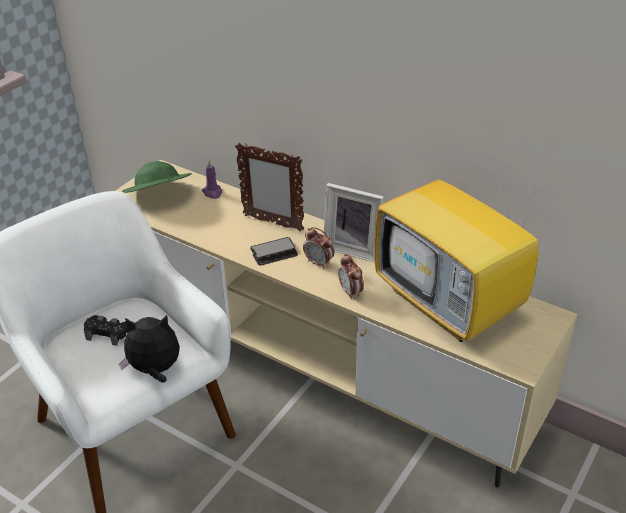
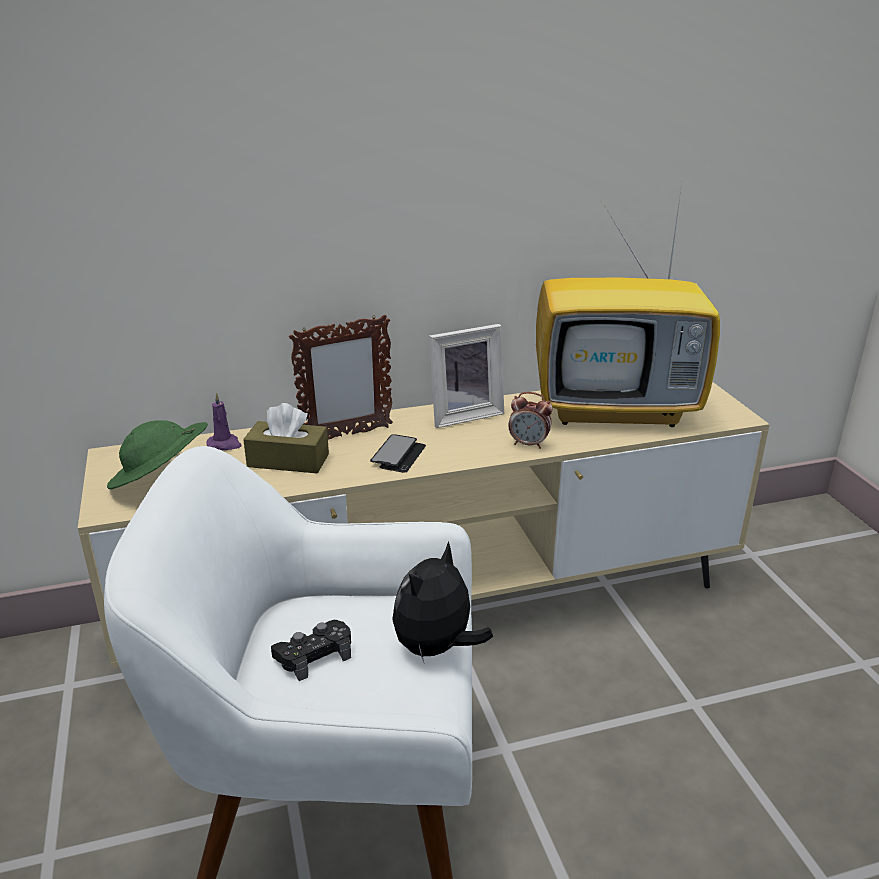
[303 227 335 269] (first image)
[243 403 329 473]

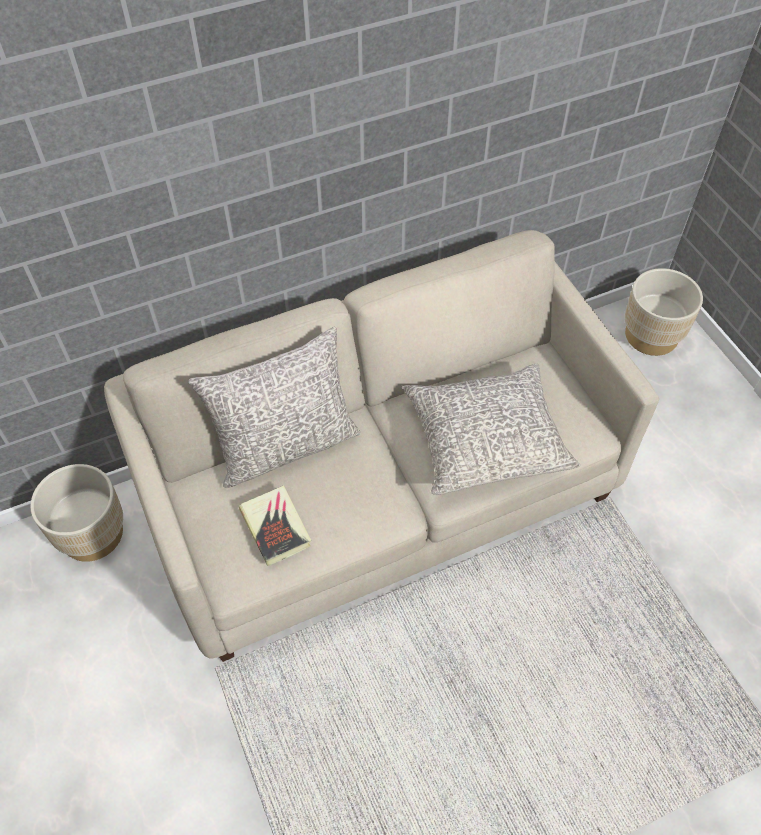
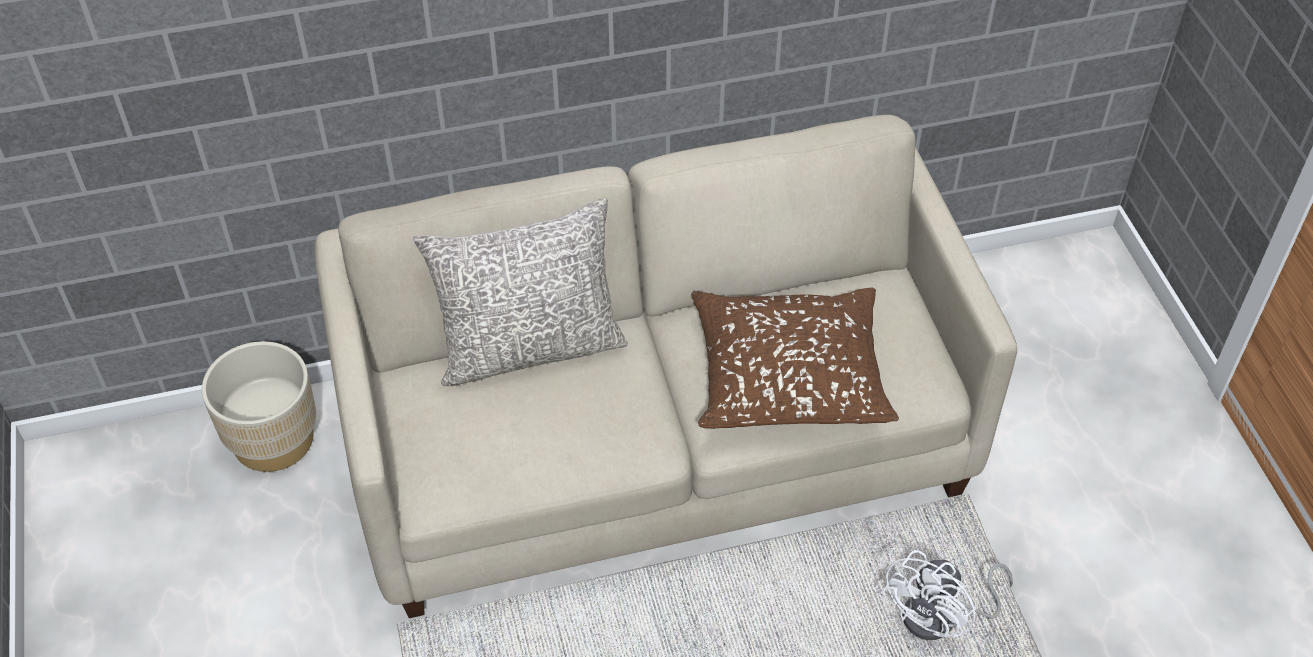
[239 485 311 566] (first image)
[691 288 899 429]
[625 268 703 356] (first image)
[881 550 1013 640]

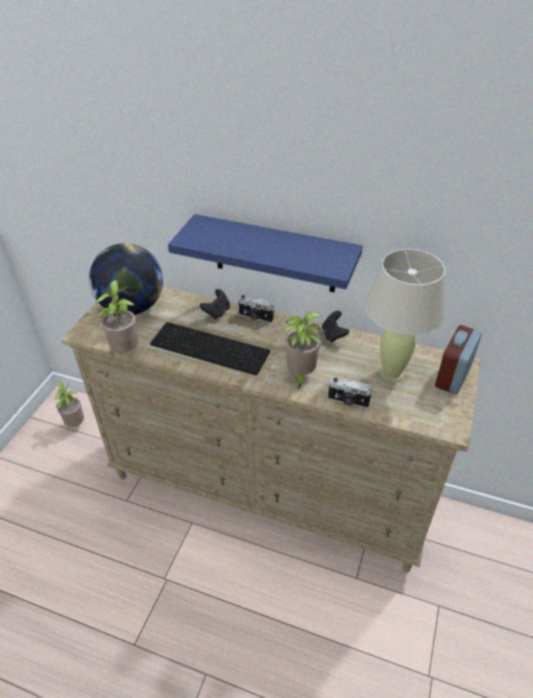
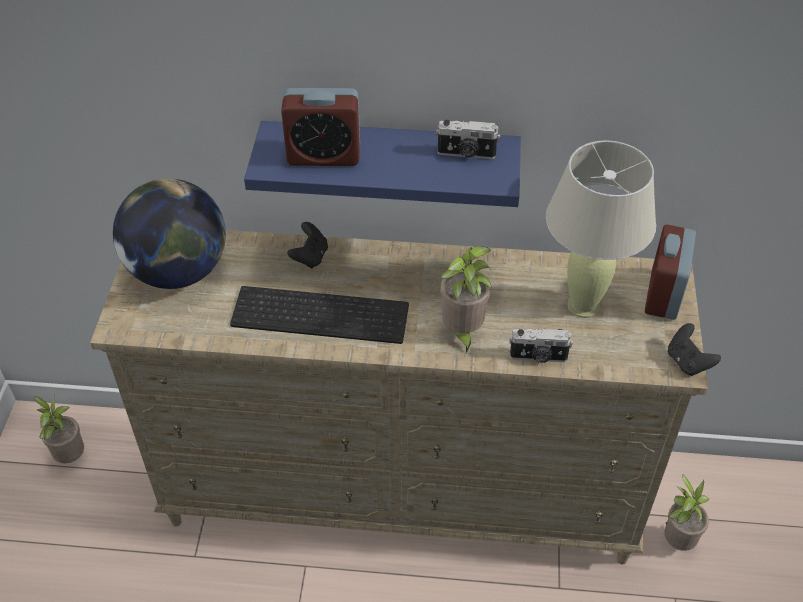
[664 474 709 551]
[436 120 500 159]
[668 323 721 376]
[281 88 360 166]

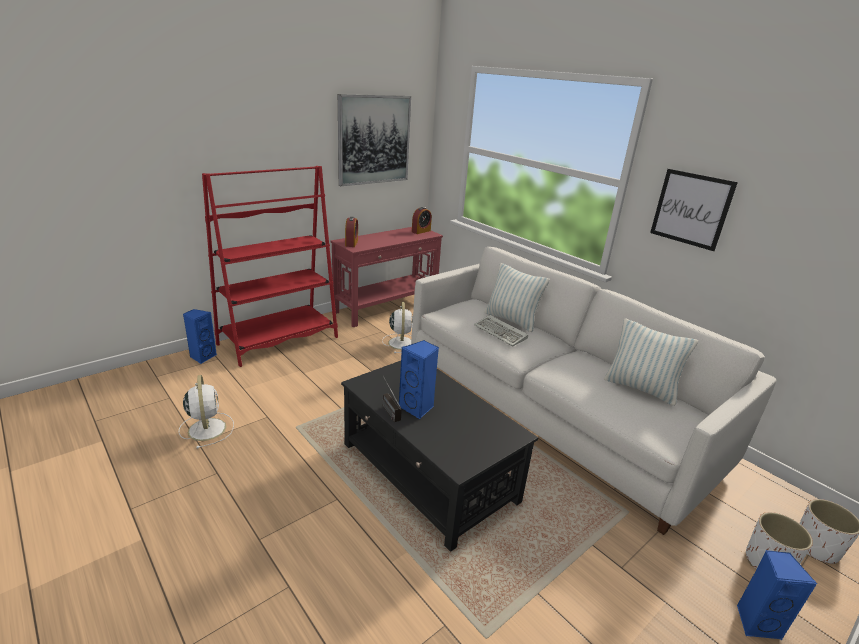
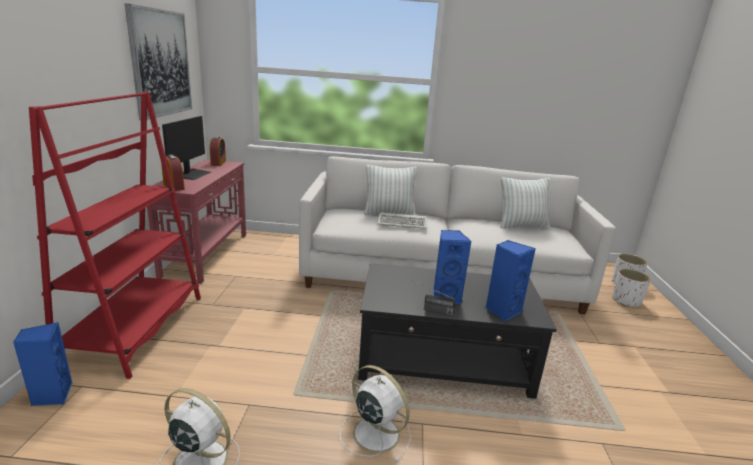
[339 365 411 462]
[650 169 738 251] (first image)
[486 240 536 322]
[162 116 211 180]

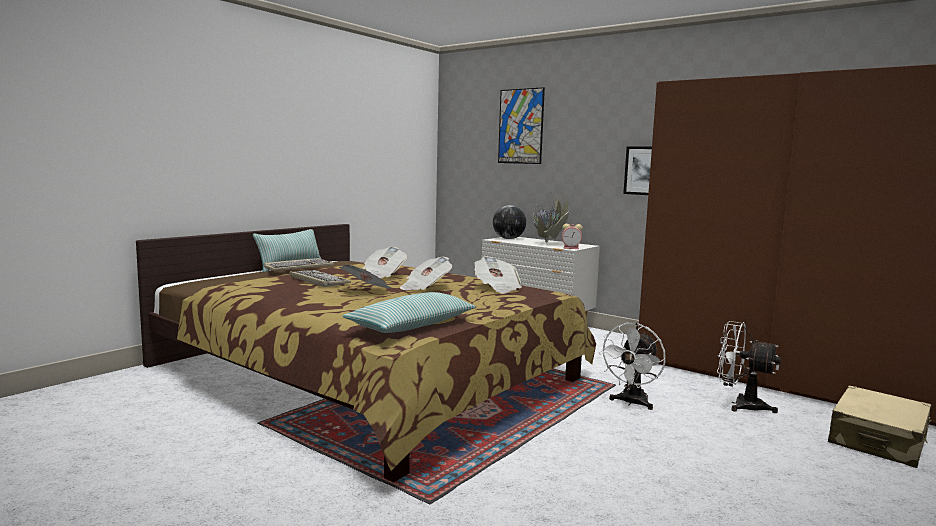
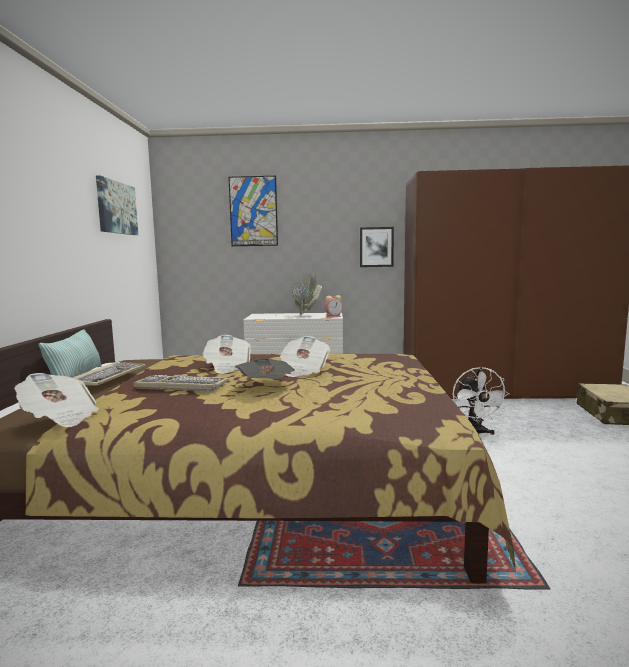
[343 292 476 333] (first image)
[14 373 99 427]
[493 205 526 239] (first image)
[717 321 781 413] (first image)
[96 175 138 235]

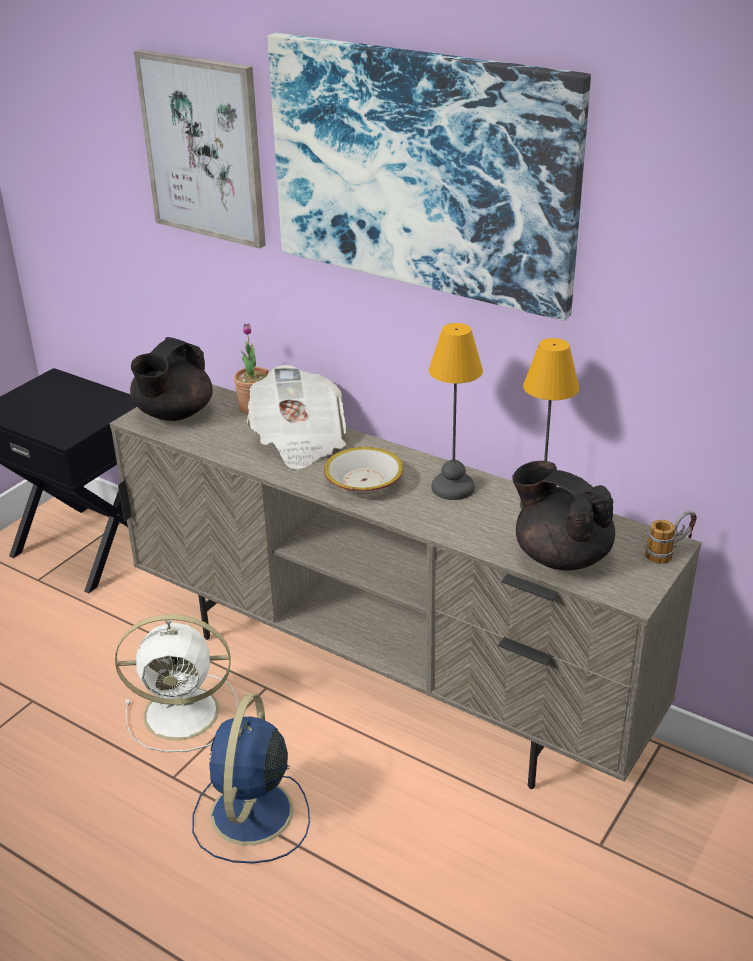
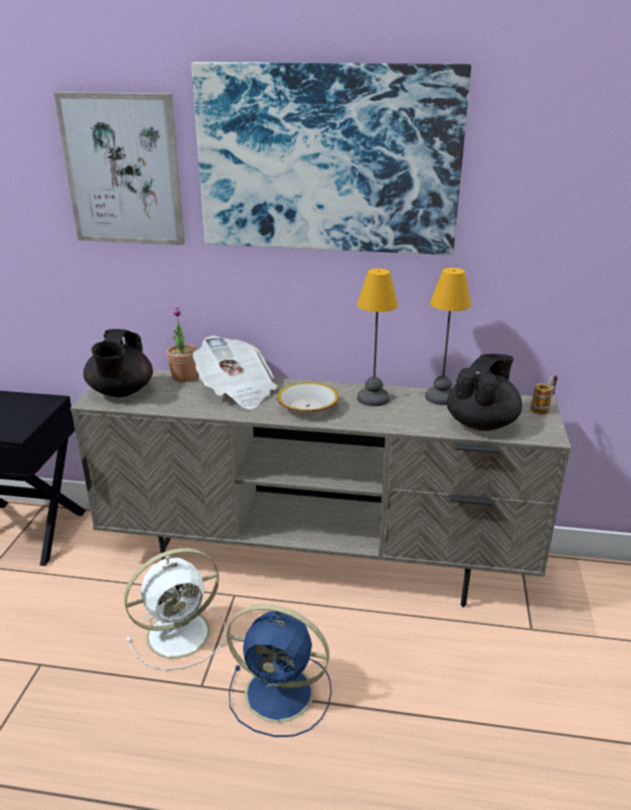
[227 604 332 737]
[447 354 522 431]

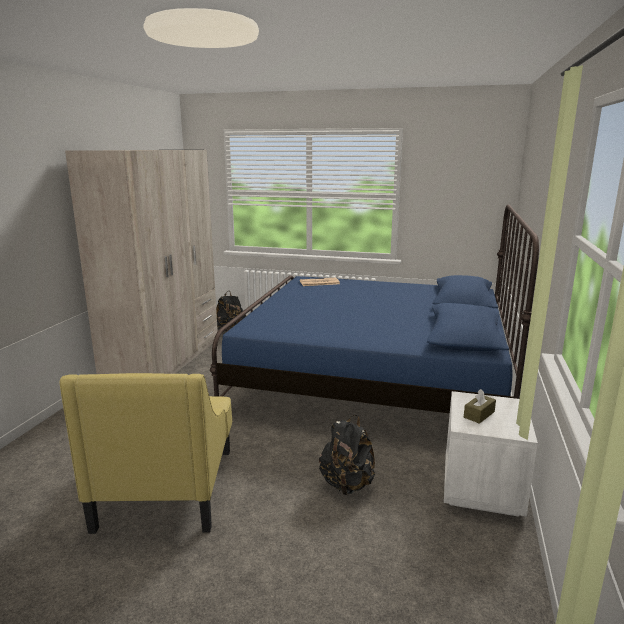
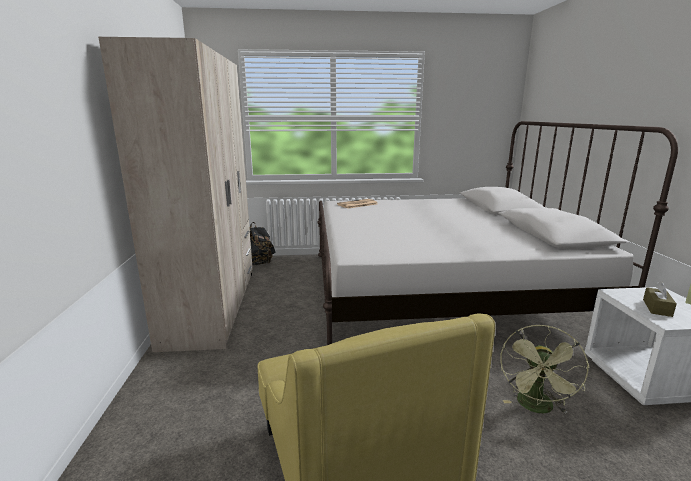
[317 121 678 345]
[501 325 590 414]

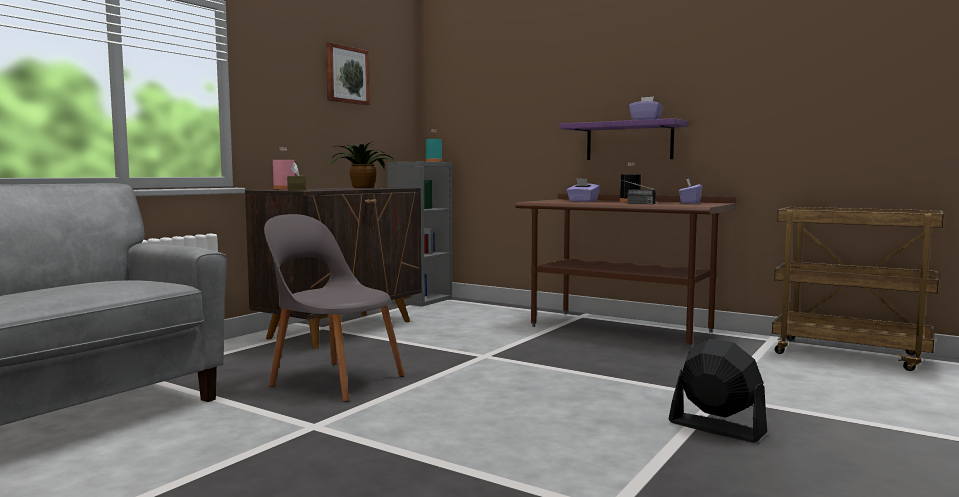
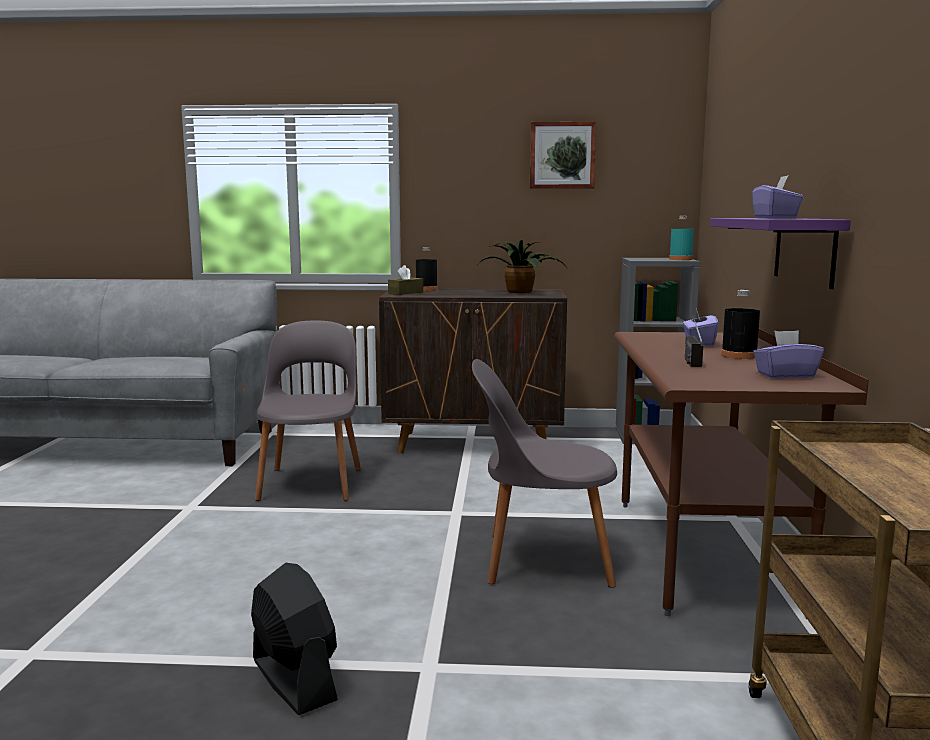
[416 247 438 291]
[251 563 338 715]
[472 359 617 588]

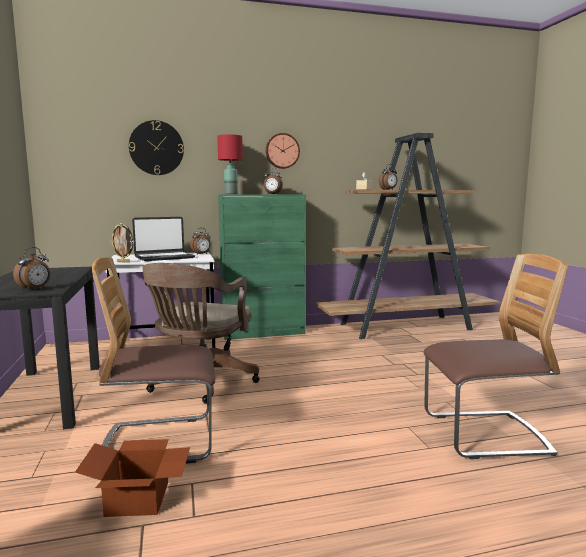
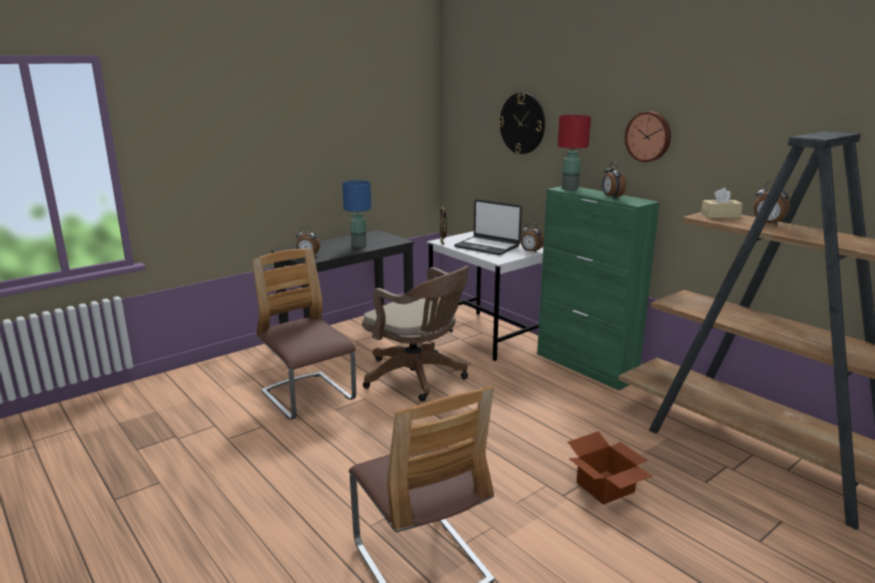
[568 431 653 505]
[362 266 469 402]
[342 180 371 247]

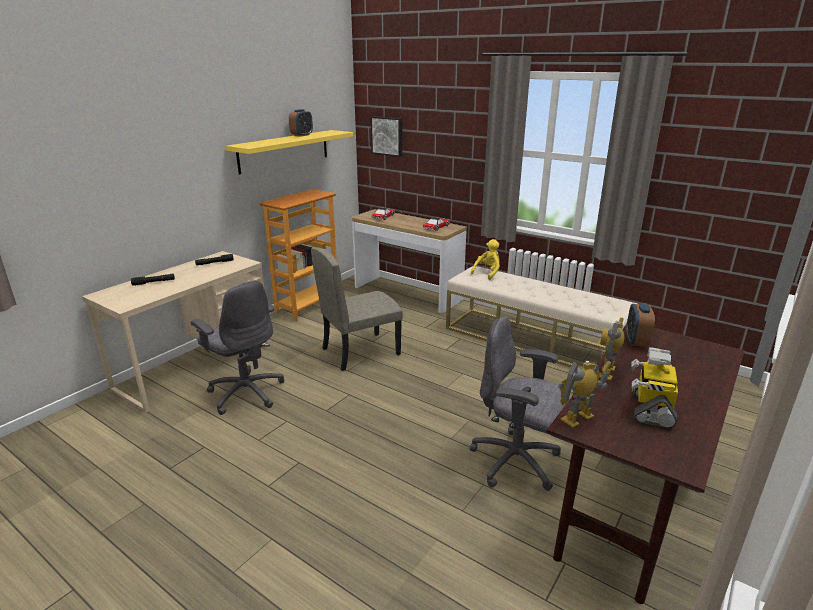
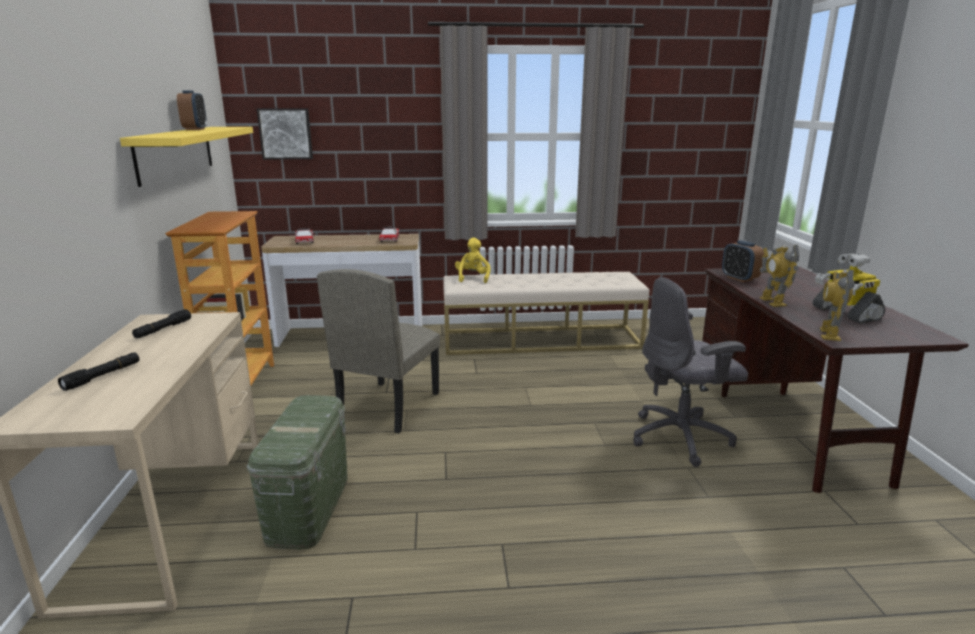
[247 395 348 549]

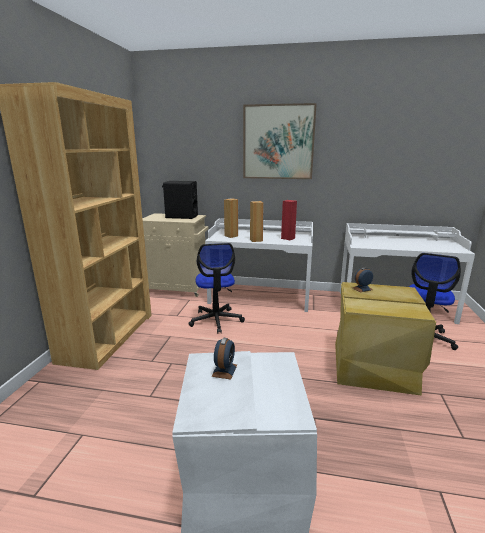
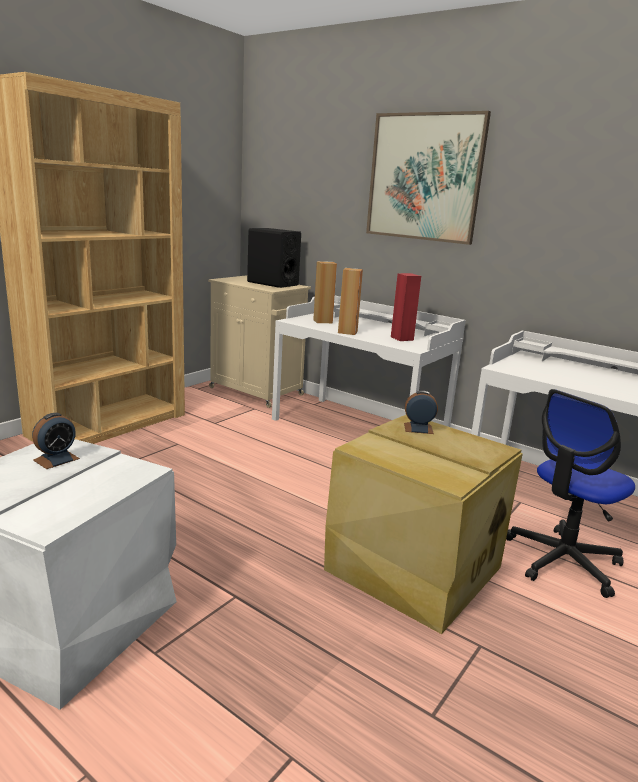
[188 243 245 333] (first image)

